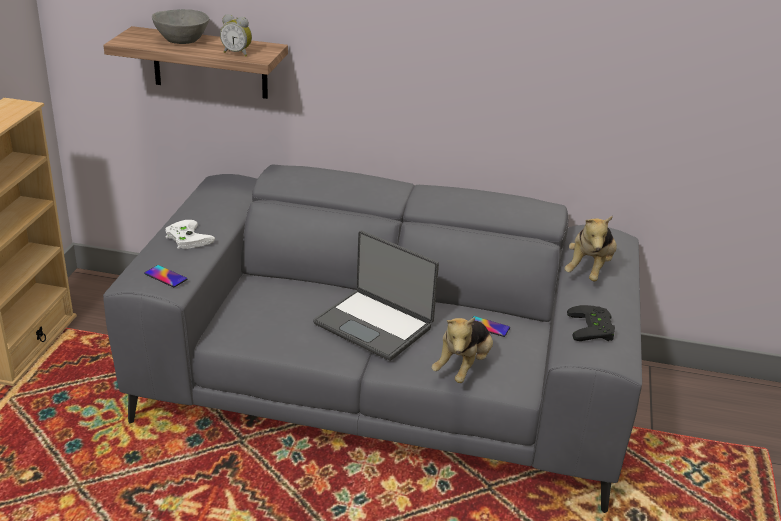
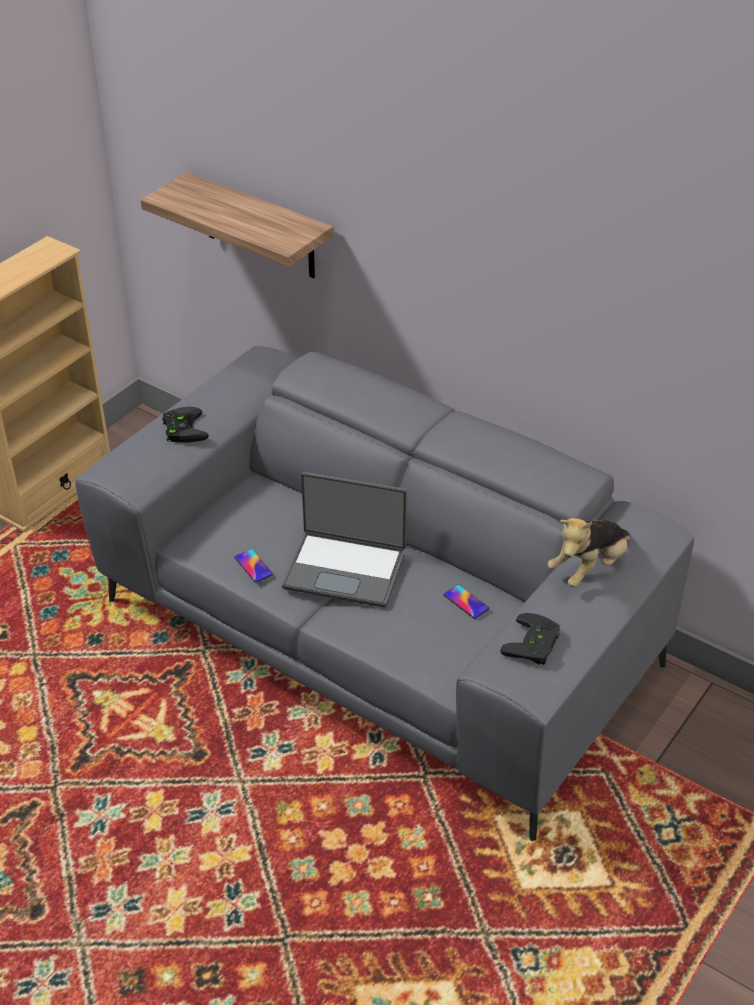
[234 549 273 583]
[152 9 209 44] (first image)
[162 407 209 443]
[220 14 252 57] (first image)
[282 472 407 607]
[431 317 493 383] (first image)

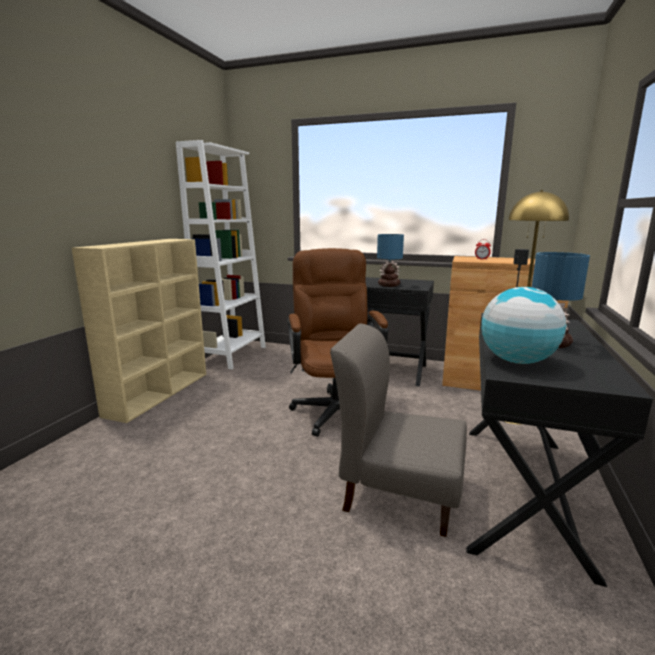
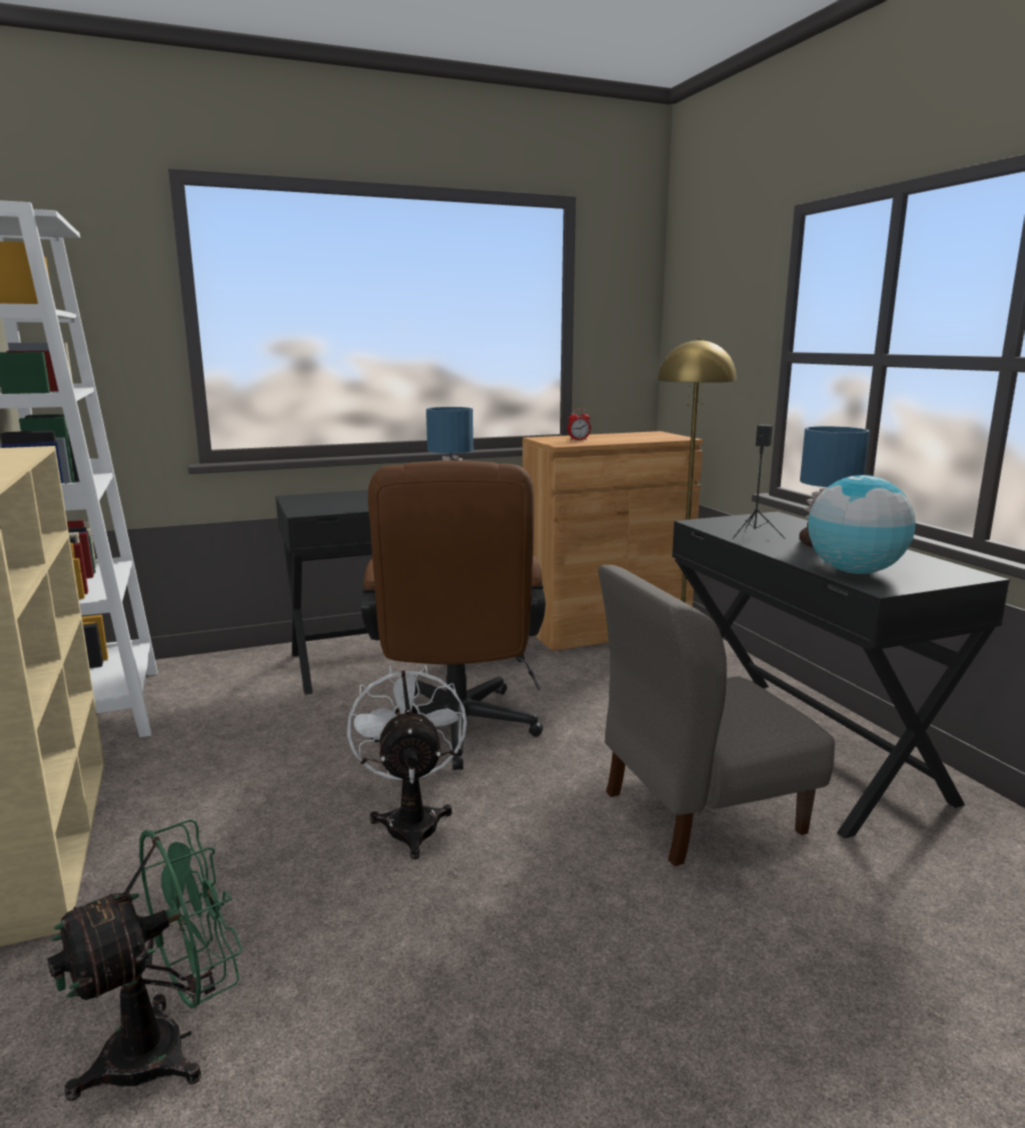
[361 461 545 770]
[47 819 242 1101]
[347 665 467 859]

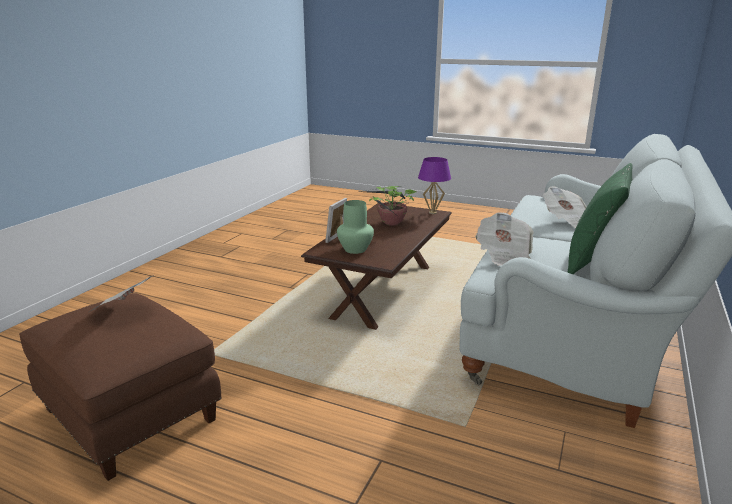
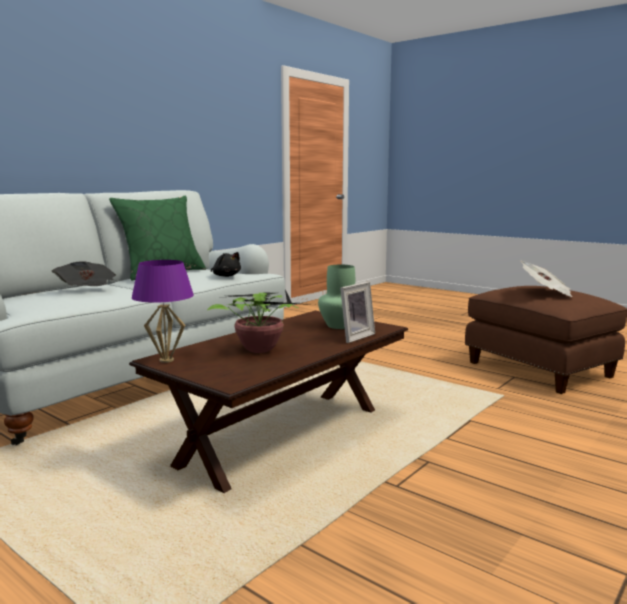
[211 252 241 277]

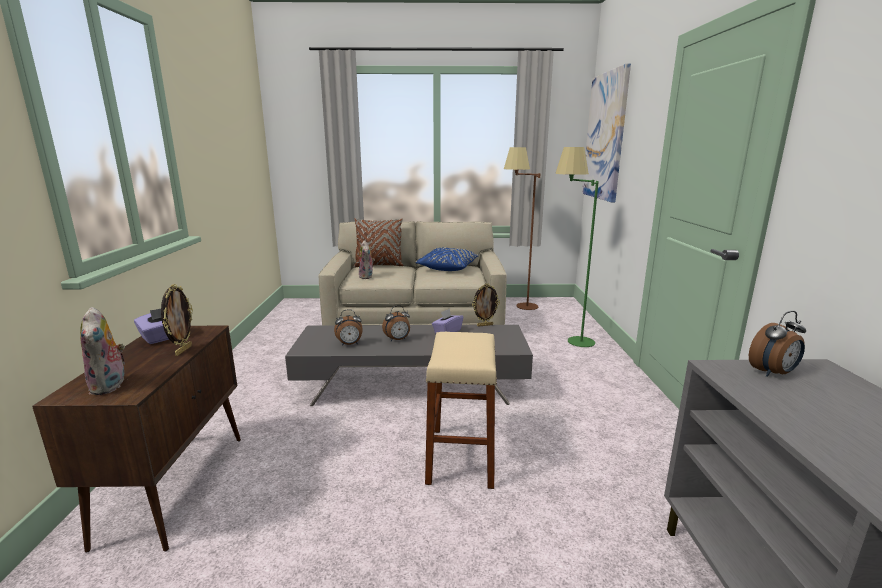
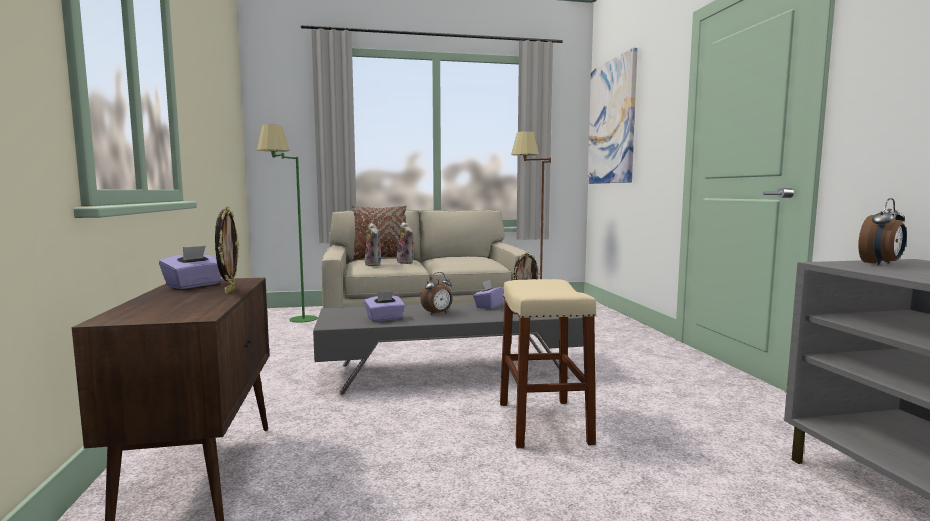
[397 222 414 264]
[364 291 405 322]
[415 248 479 271] (first image)
[257 124 318 323]

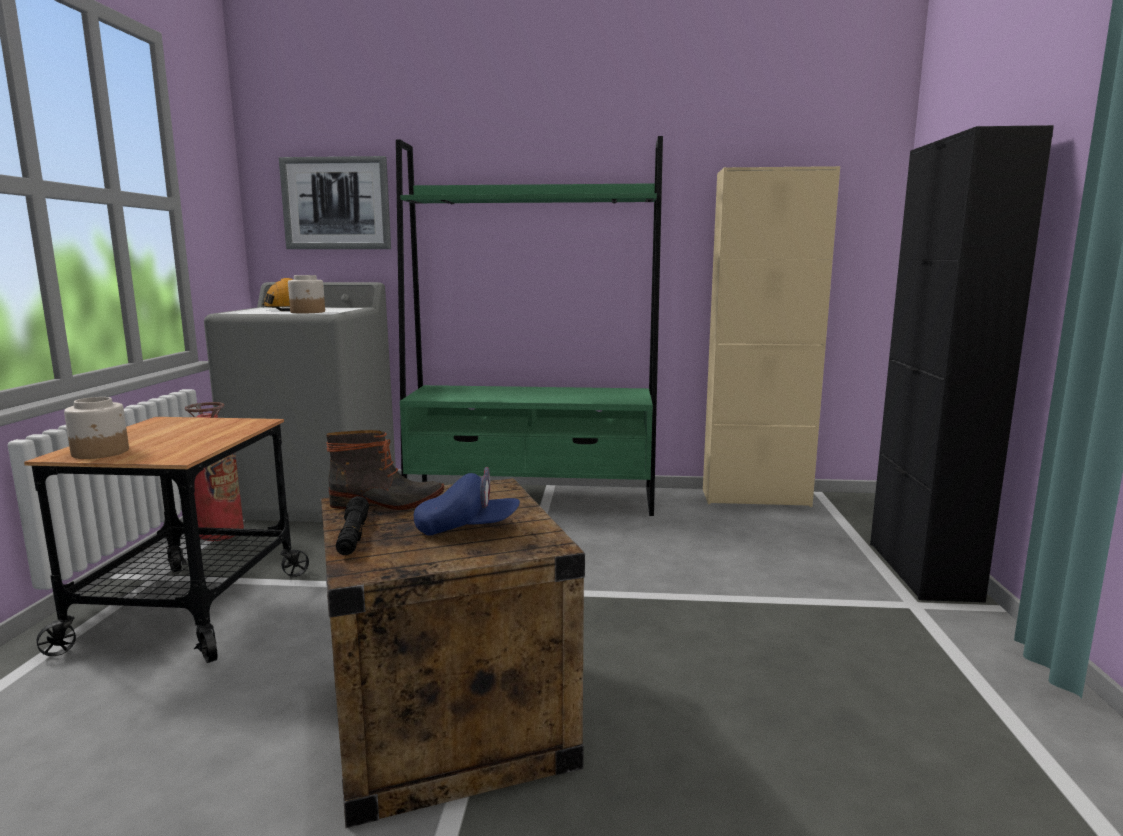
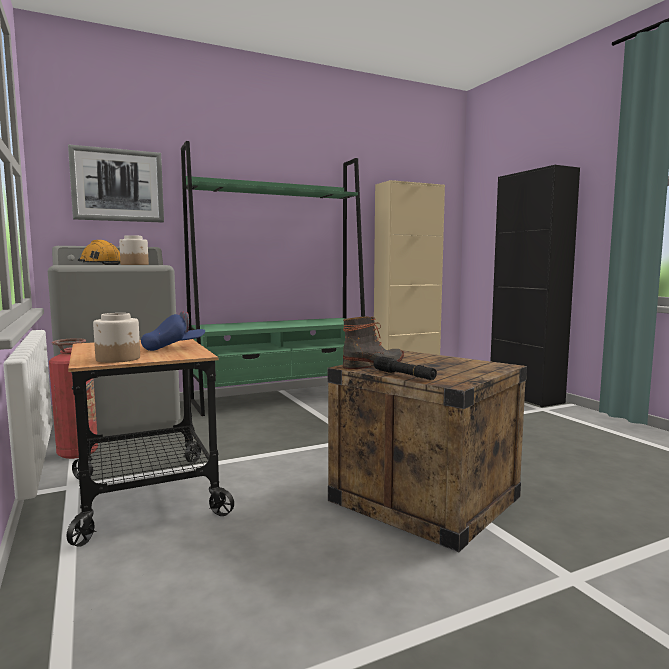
[141 311 205 351]

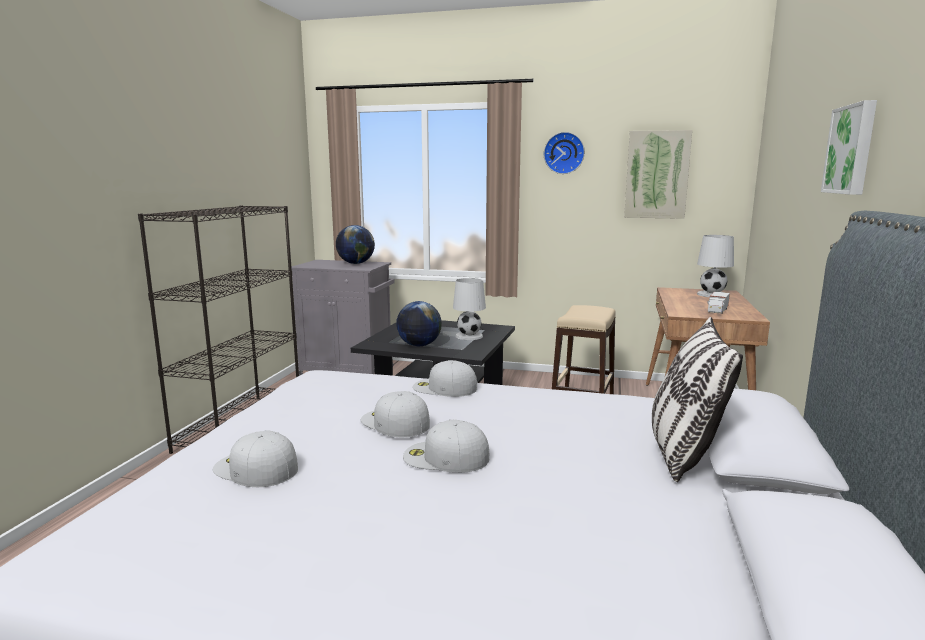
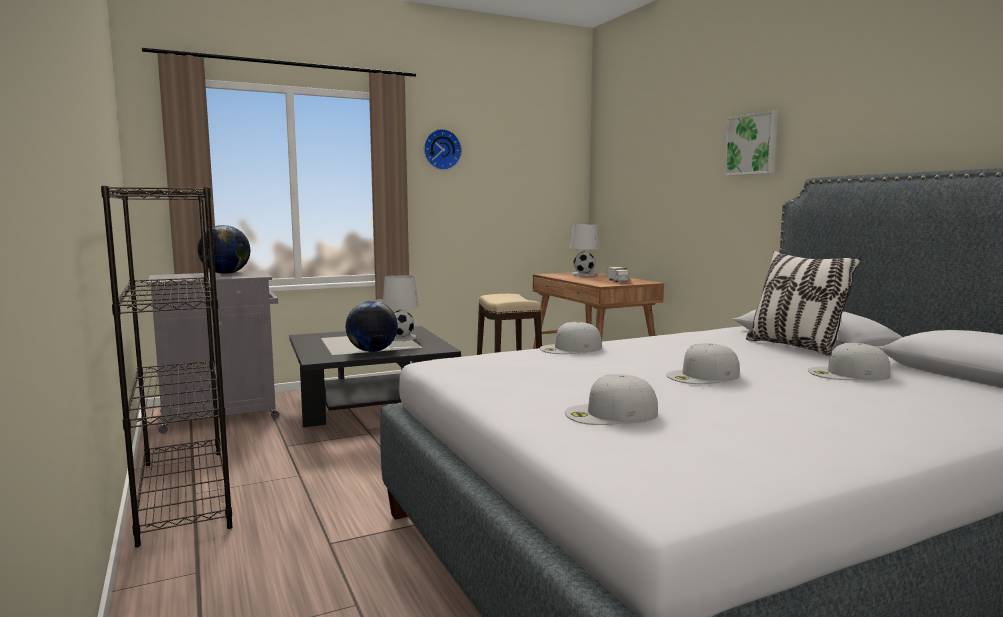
[808 343 891 381]
[624 130 692 219] (first image)

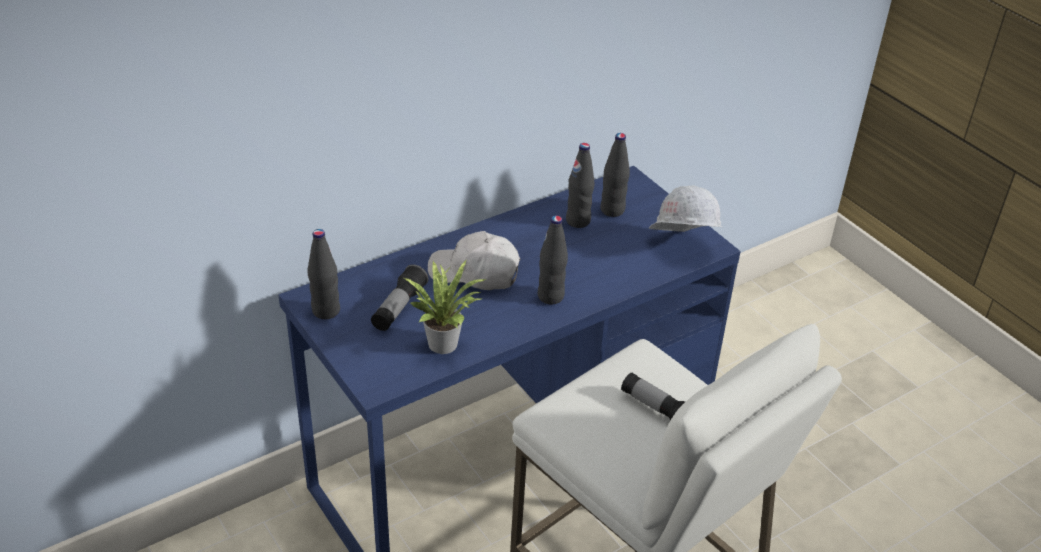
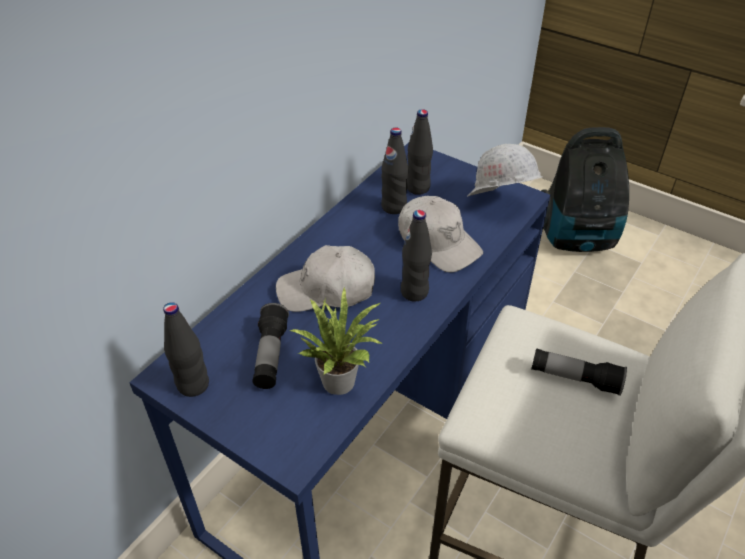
[398 196 483 273]
[541 127 629 252]

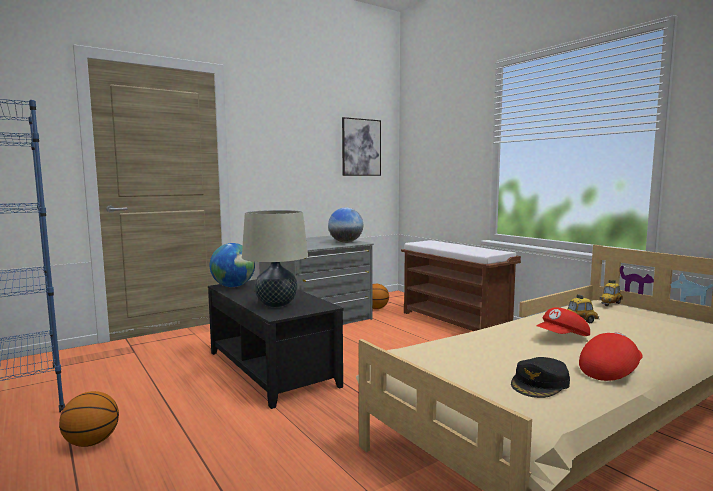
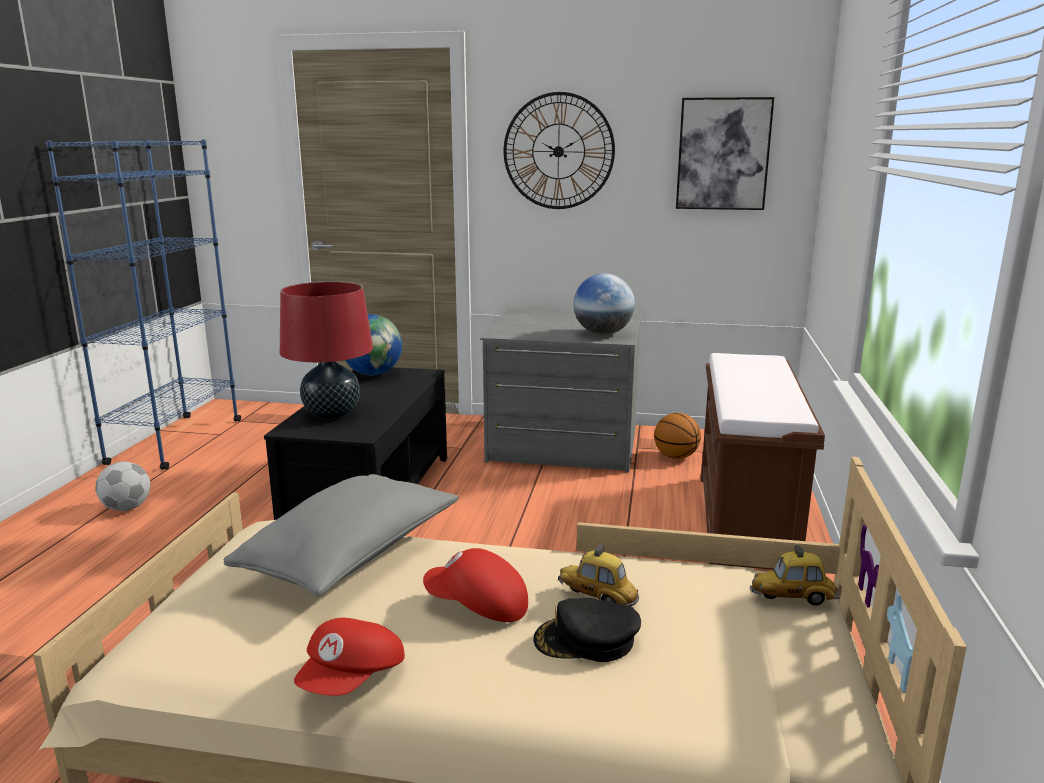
[95 462 151 511]
[280 281 373 419]
[533 598 641 662]
[294 618 405 696]
[224 474 459 596]
[503 92 615 209]

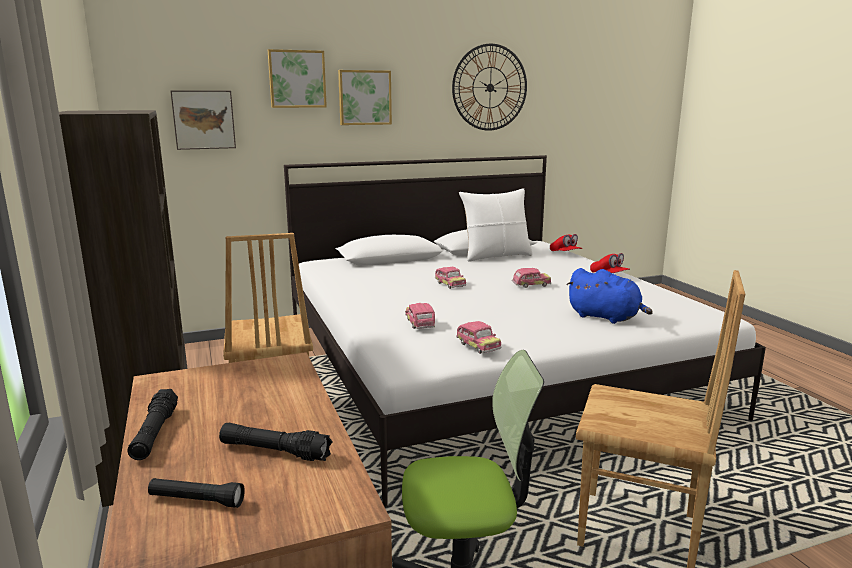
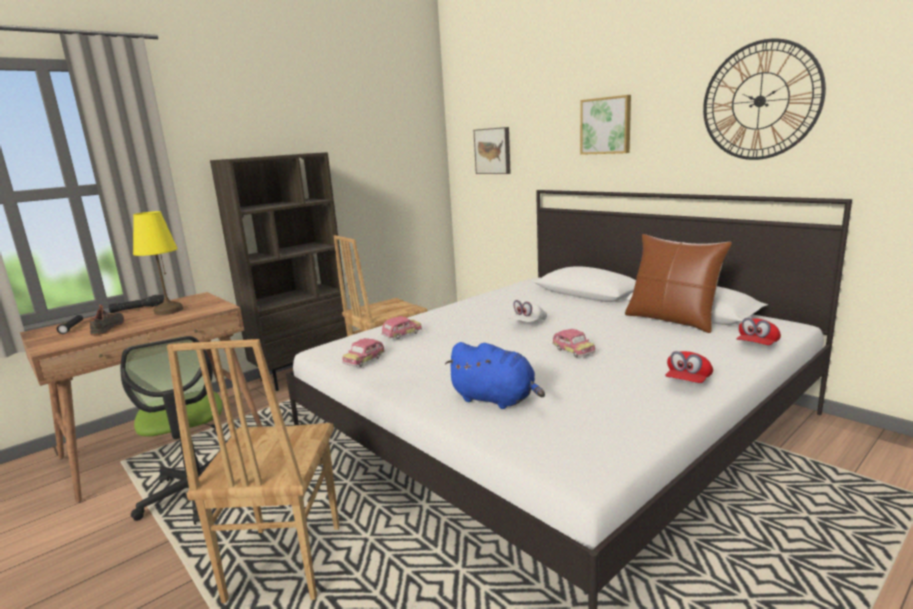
[89 305 124 335]
[268 49 327 108] (first image)
[509 300 547 322]
[625 234 732 333]
[445 342 545 409]
[133 211 183 315]

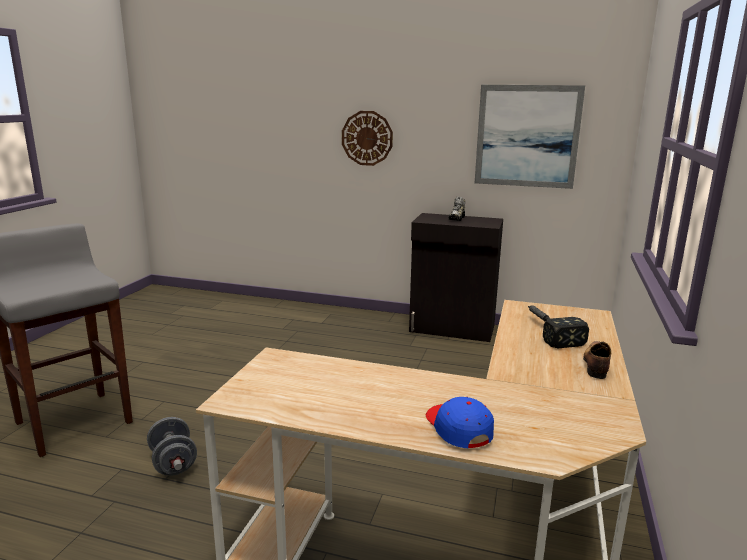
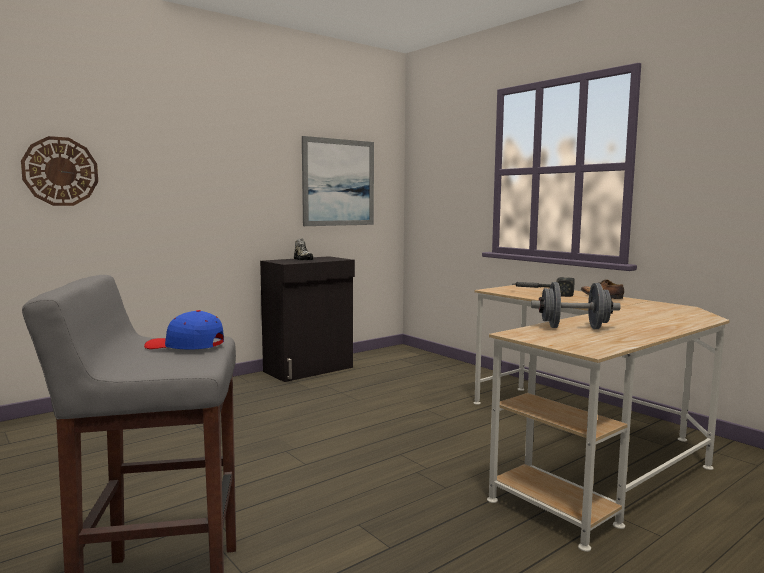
[531 282 621 329]
[21 136 98 206]
[144 310 224 350]

